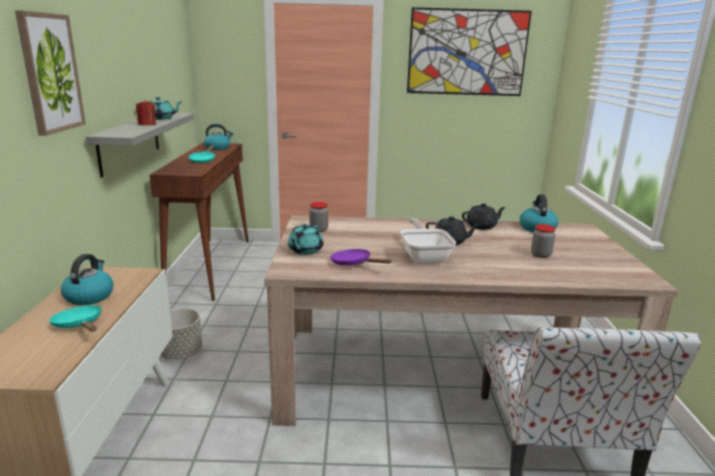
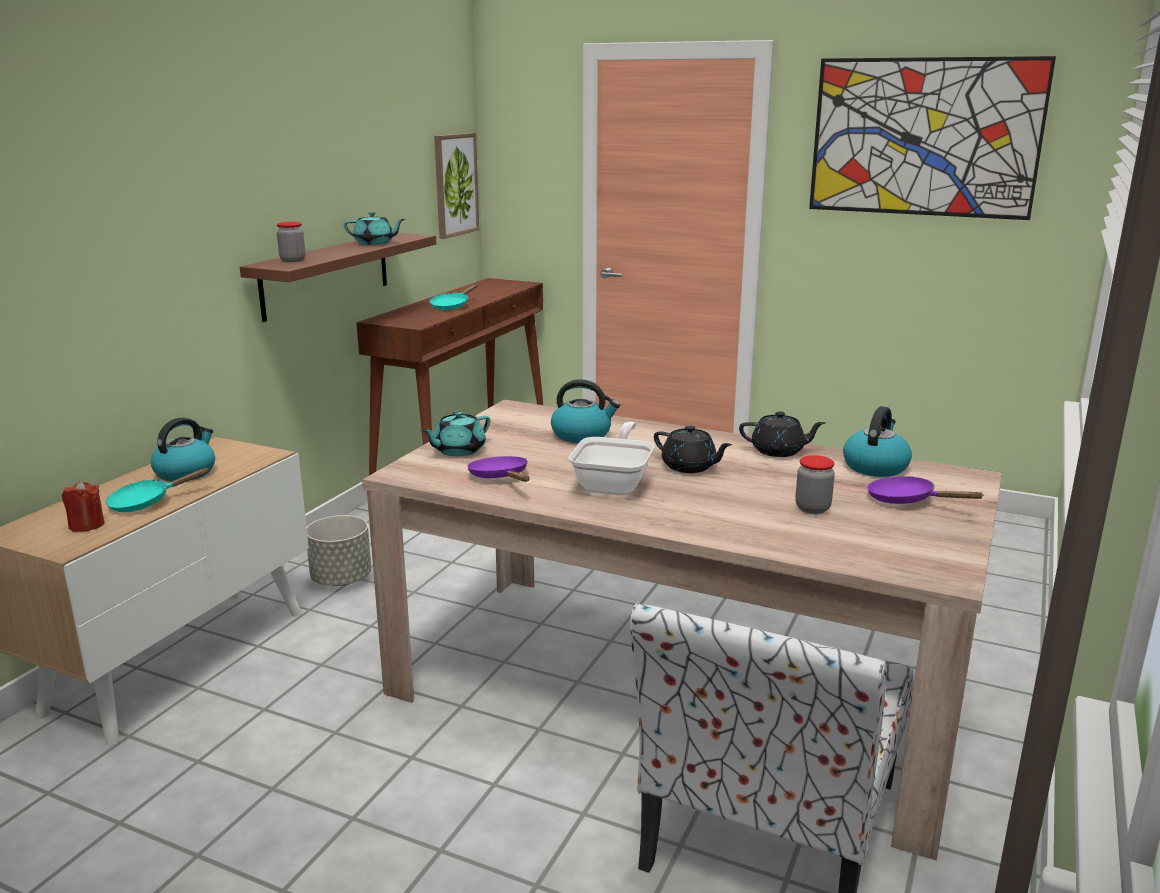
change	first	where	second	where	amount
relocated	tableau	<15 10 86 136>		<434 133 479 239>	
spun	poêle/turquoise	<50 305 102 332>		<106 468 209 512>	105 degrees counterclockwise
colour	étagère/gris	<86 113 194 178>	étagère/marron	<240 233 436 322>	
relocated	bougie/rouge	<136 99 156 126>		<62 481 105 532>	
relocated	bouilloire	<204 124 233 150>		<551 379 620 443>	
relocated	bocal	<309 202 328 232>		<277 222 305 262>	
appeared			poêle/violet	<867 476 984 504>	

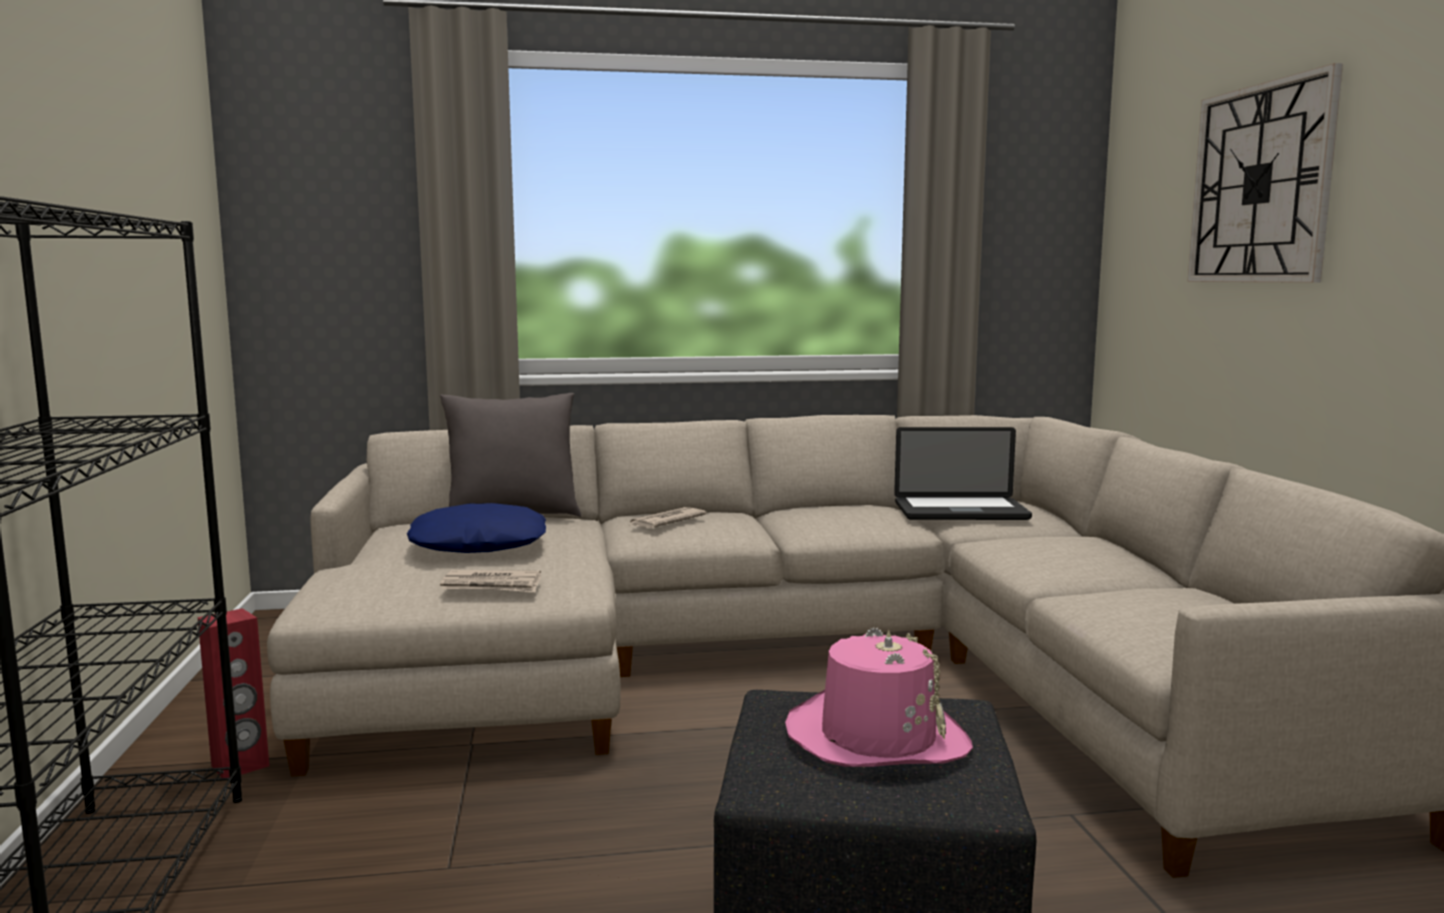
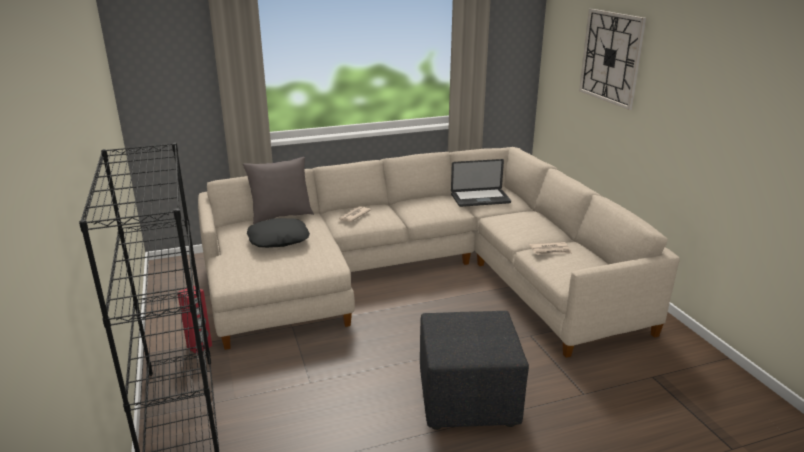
change	first	where	second	where	amount
colour	coussin/bleu	<407 503 546 553>	coussin/noir	<247 218 310 248>	
relocated	journal	<440 570 541 592>		<529 242 572 255>	
missing	chapeau/rose	<785 627 973 767>			

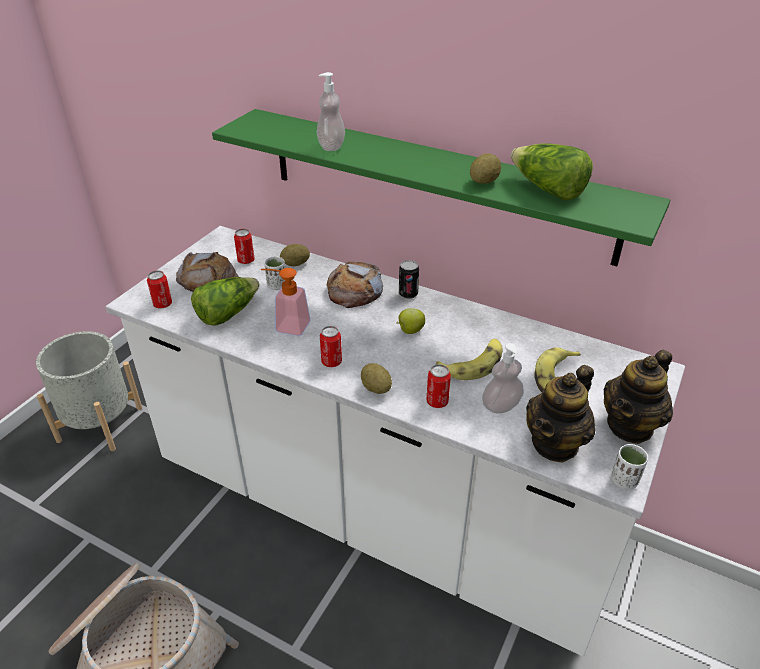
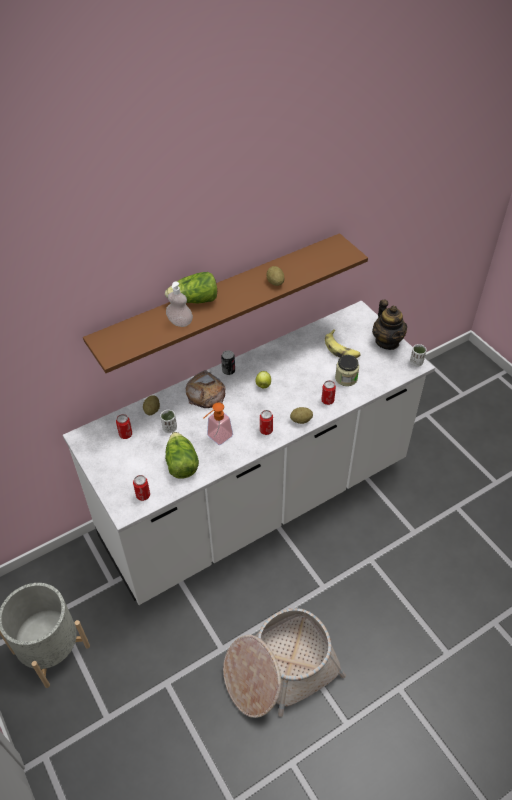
change	first	where	second	where	amount
missing	pain	<176 252 238 292>			
colour	étagère/vert	<212 109 670 266>	étagère/marron	<83 233 368 373>	
missing	banane	<436 339 503 380>			
exchanged	distributeur de savon	<482 343 524 414>	bocal	<335 355 359 386>	
relocated	laitue	<511 143 593 200>		<165 272 217 304>	
missing	théière	<526 365 595 463>			

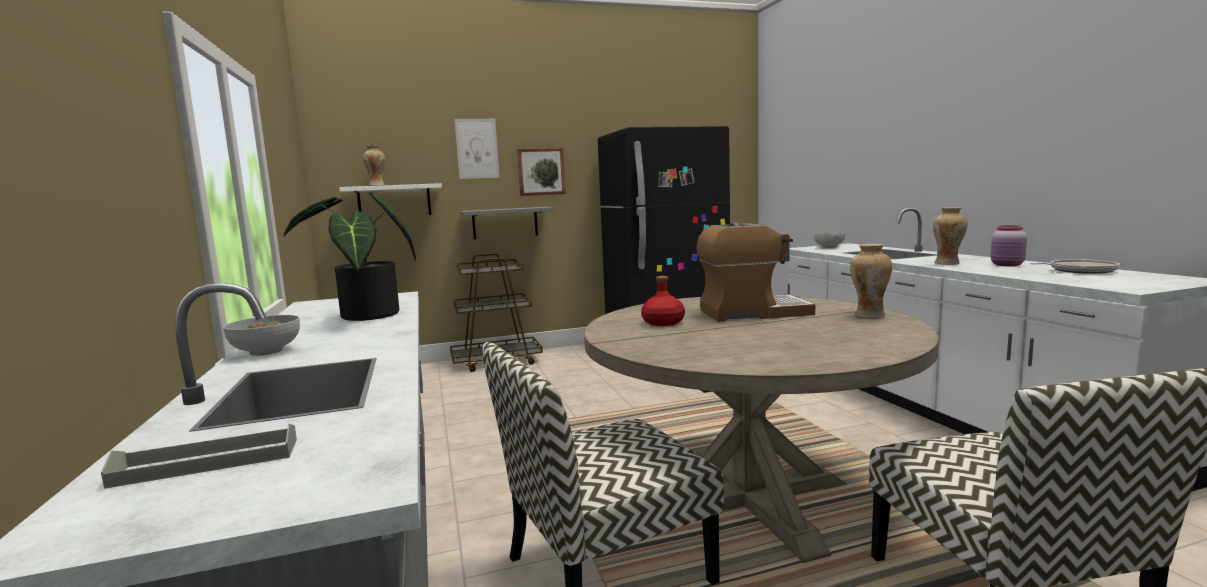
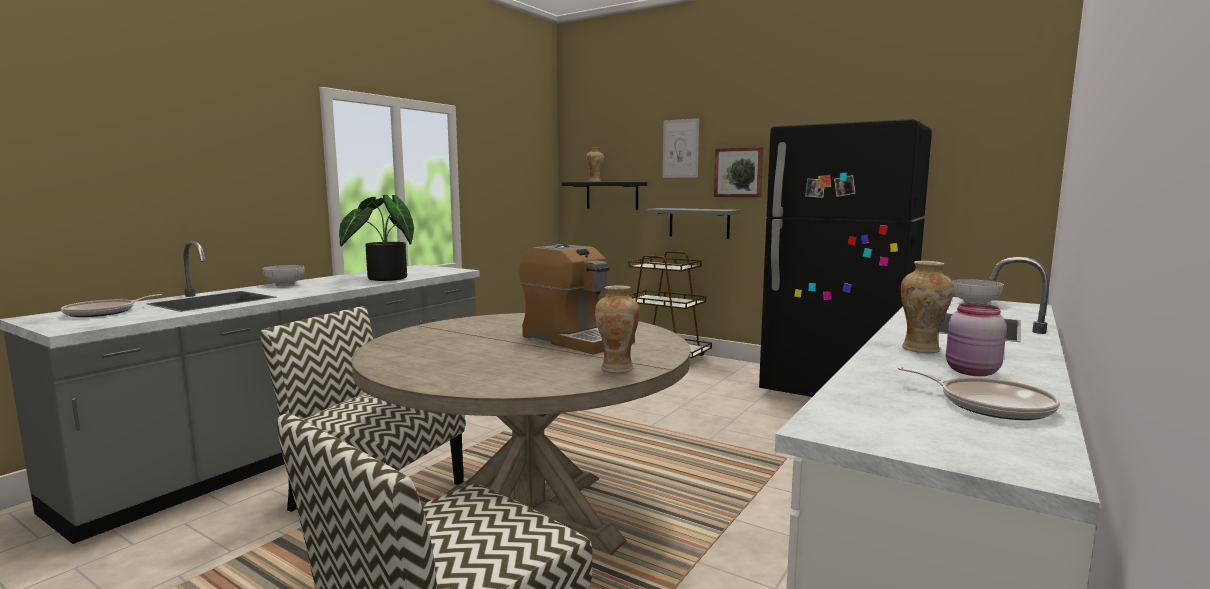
change	first	where	second	where	amount
exchanged	plateau/gris	<101 424 297 489>	poêle	<61 294 163 317>	
colour	étagère/blanc	<339 183 442 215>	étagère/noir	<562 182 647 210>	
missing	bouteille/rouge	<641 276 685 326>			

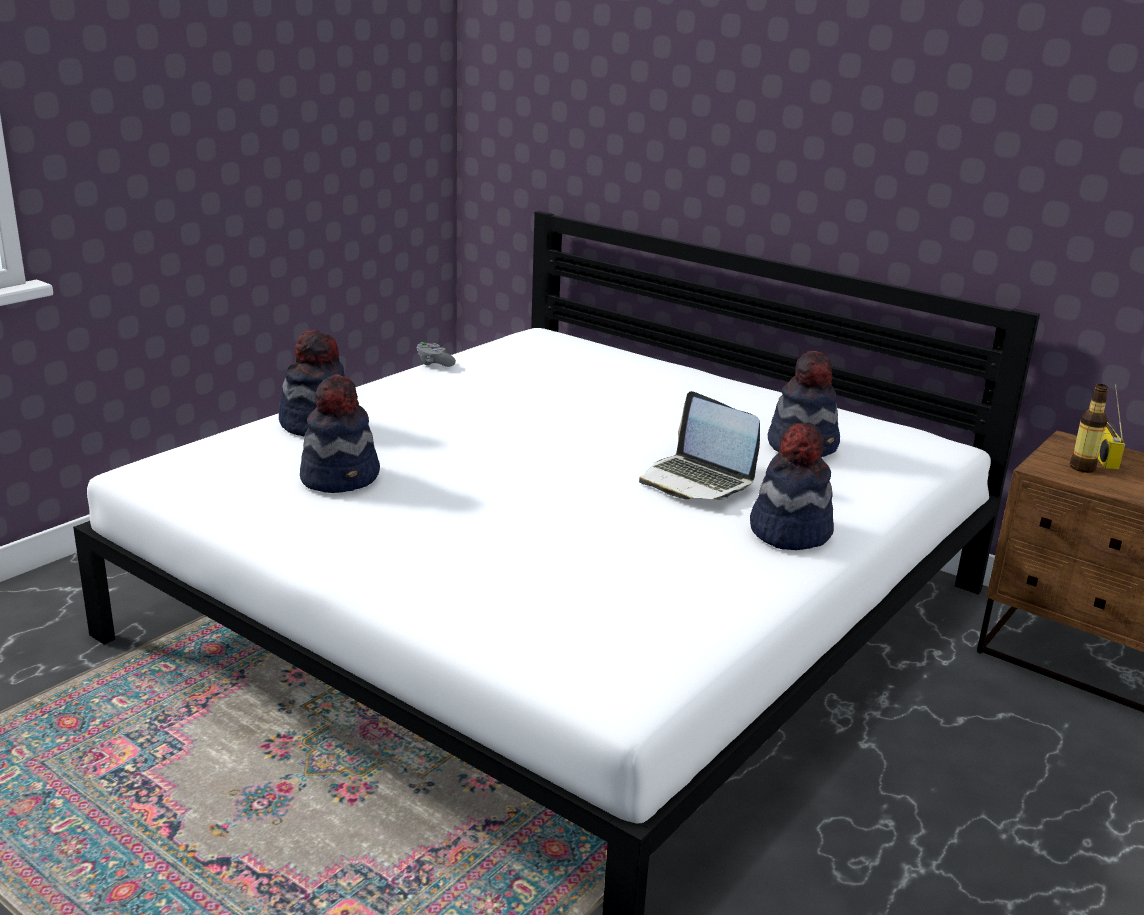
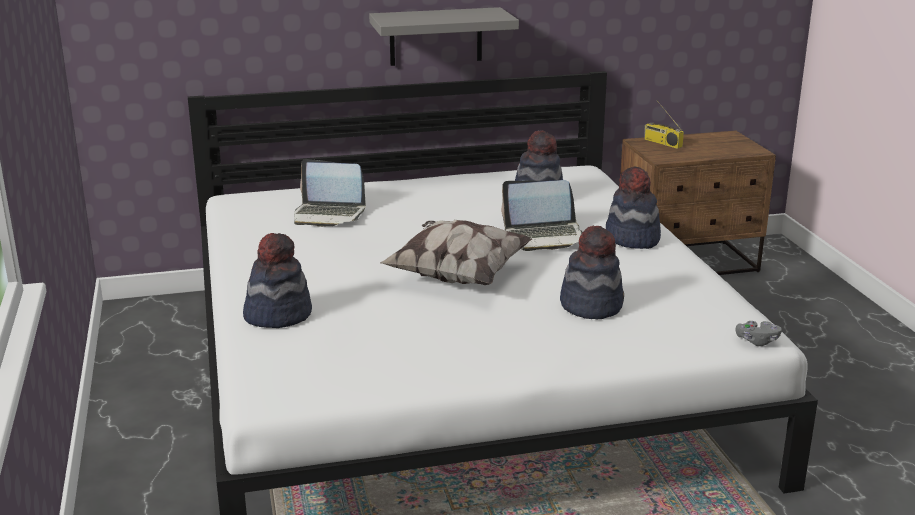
change	first	where	second	where	amount
relocated	chapeau	<300 374 380 493>		<560 225 624 319>	
relocated	manette/gris	<417 342 456 367>		<736 321 782 346>	
missing	bouteille	<1070 384 1109 473>			
appeared			ordinateur portable	<294 159 366 227>	
appeared			étagère/gris	<369 7 519 66>	
appeared			coussin	<380 220 532 285>	

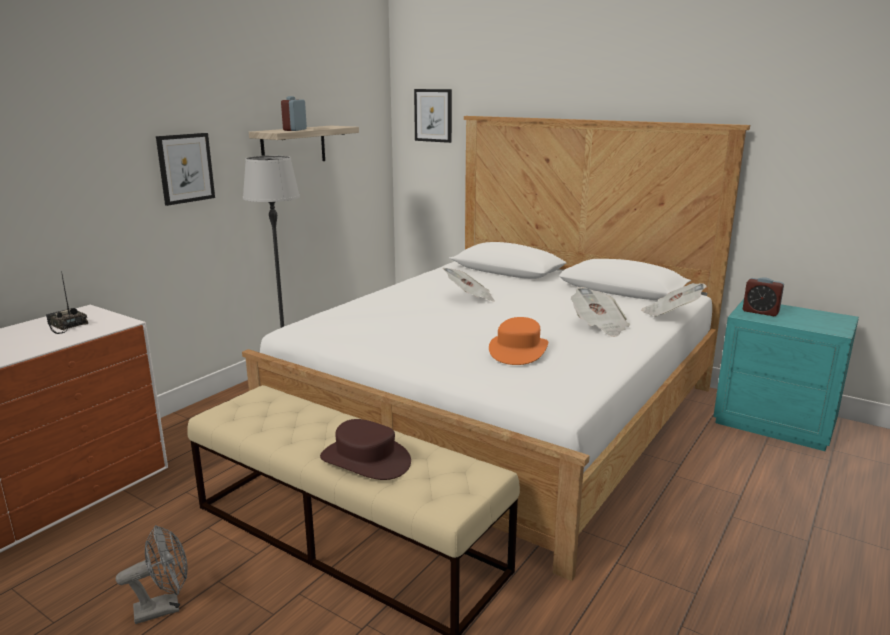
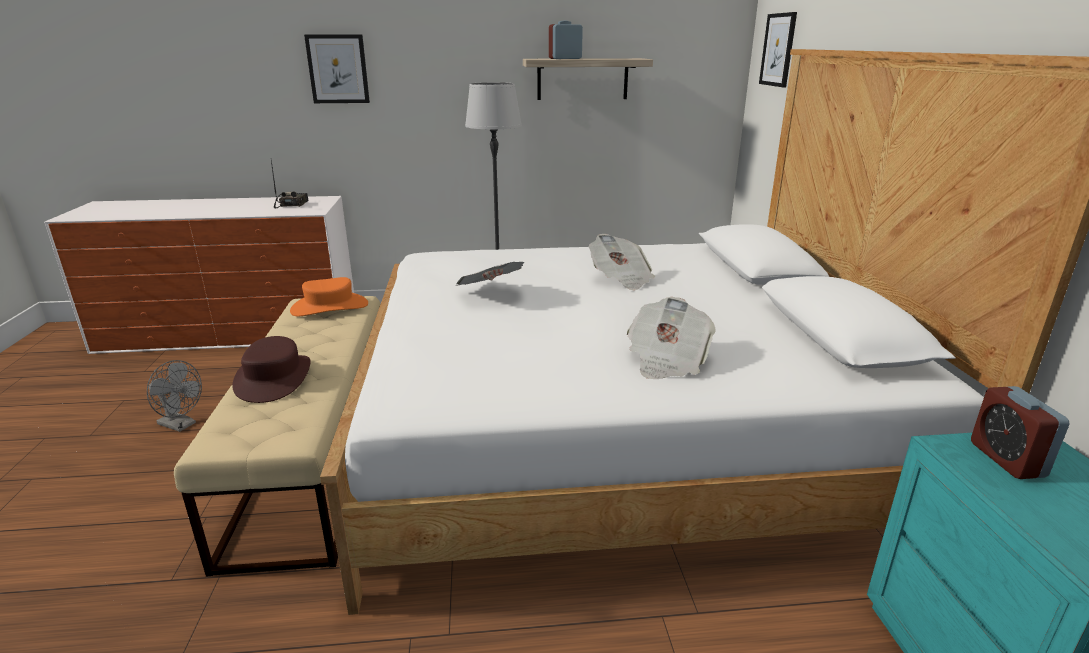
change	first	where	second	where	amount
relocated	tableau	<156 133 215 206>		<304 35 370 103>	
relocated	chapeau/orange	<489 317 548 365>		<290 277 368 316>	
relocated	journal	<641 283 707 317>		<457 262 524 285>	

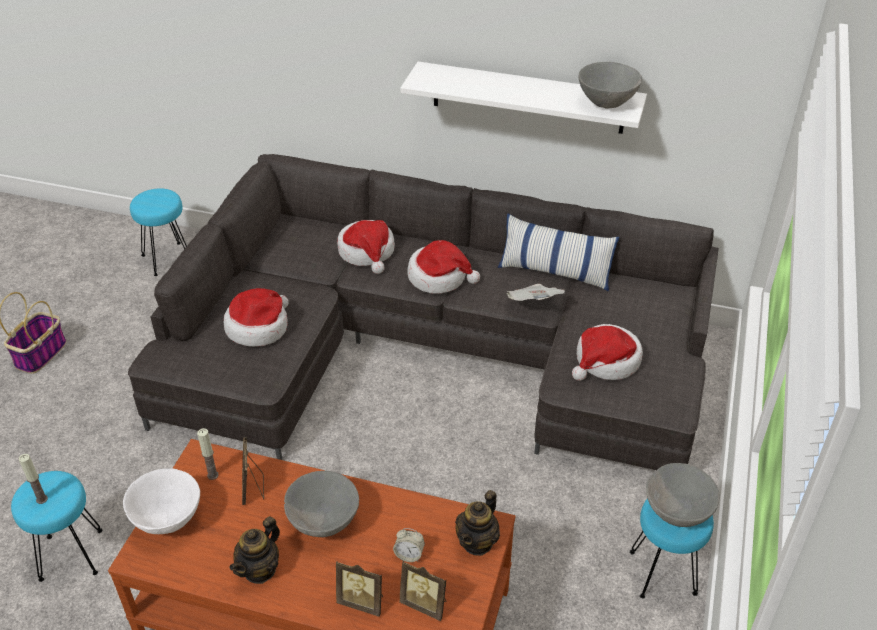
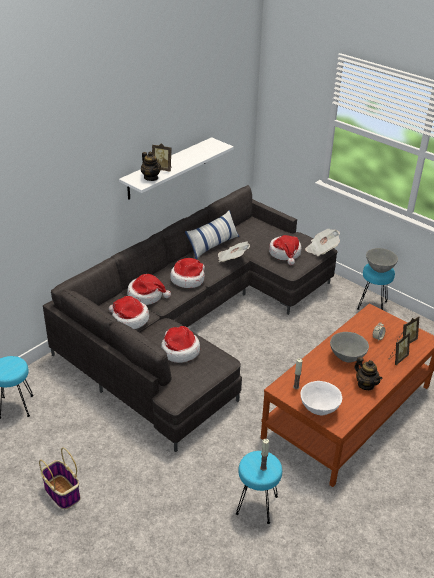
change	first	where	second	where	amount
relocated	cadre photo	<242 437 264 505>		<152 143 172 171>	
relocated	théière	<455 490 500 556>		<141 152 161 181>	
missing	bol/gris	<579 62 642 109>			
appeared			chapeau	<109 296 149 329>	
appeared			journal	<305 229 340 256>	

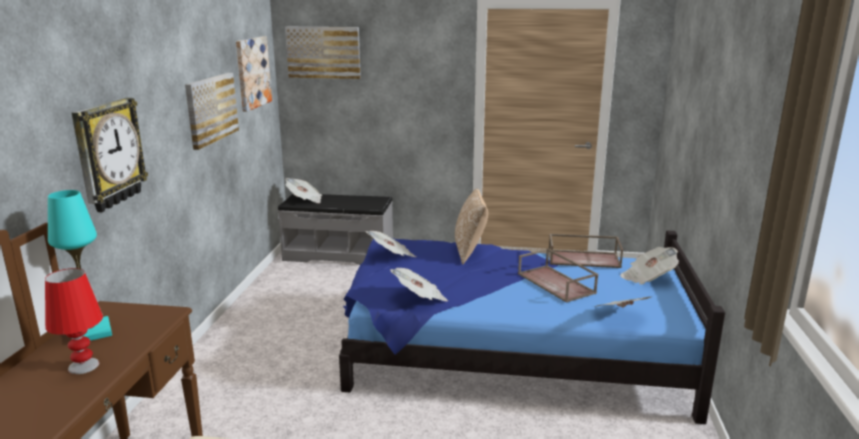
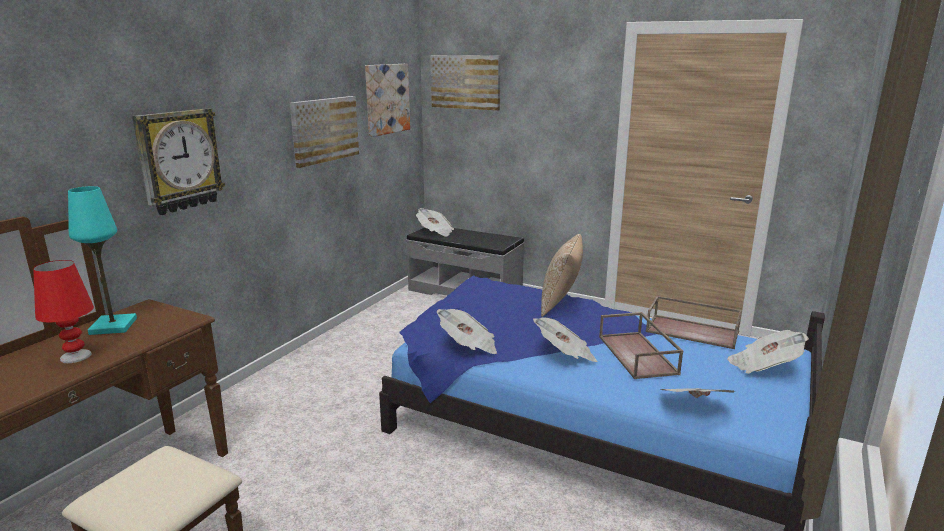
change	first	where	second	where	amount
relocated	journal	<365 231 416 257>		<533 317 597 362>	

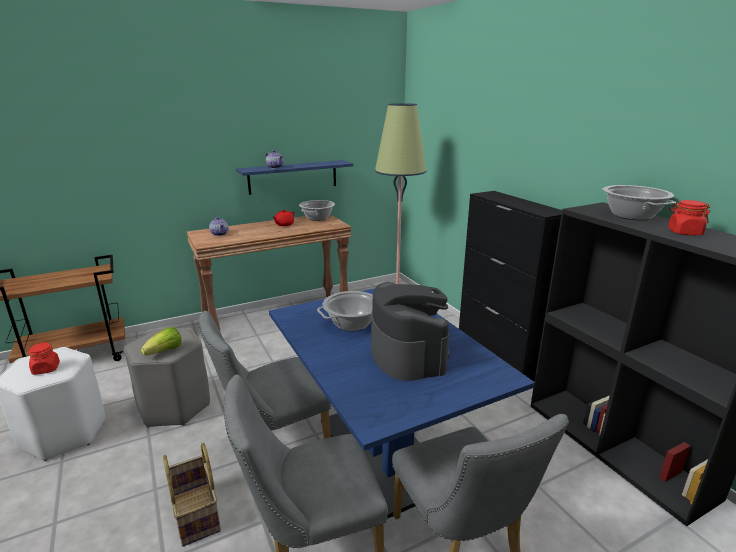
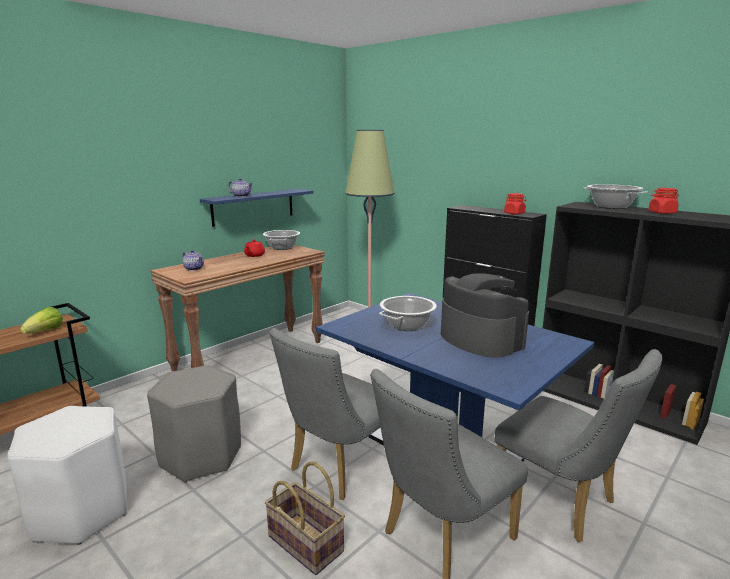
change	first	where	second	where	amount
relocated	bocal/rouge	<29 342 60 375>		<504 193 527 215>	
relocated	laitue	<141 327 182 355>		<20 307 63 334>	

